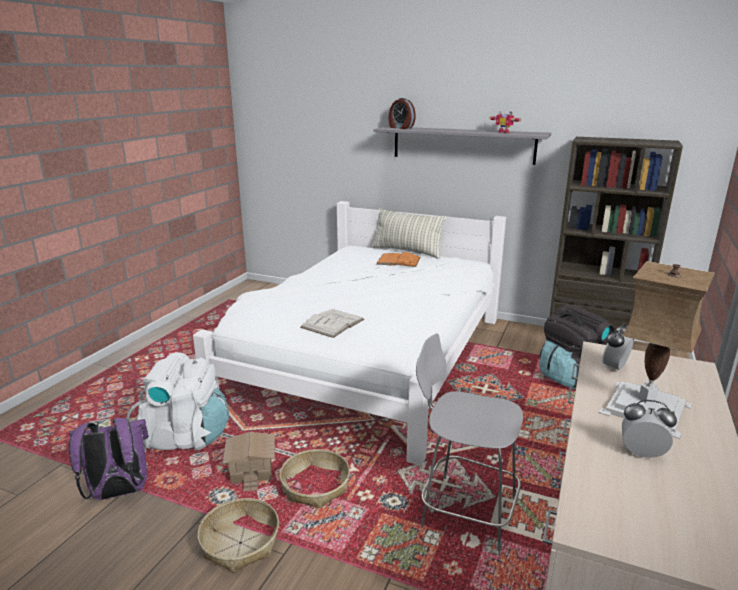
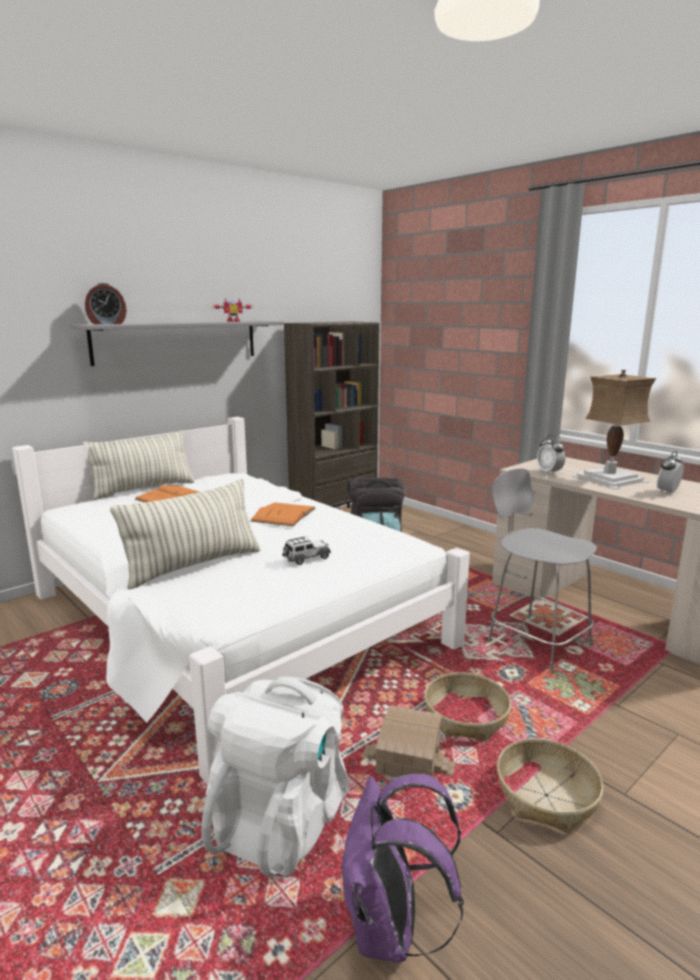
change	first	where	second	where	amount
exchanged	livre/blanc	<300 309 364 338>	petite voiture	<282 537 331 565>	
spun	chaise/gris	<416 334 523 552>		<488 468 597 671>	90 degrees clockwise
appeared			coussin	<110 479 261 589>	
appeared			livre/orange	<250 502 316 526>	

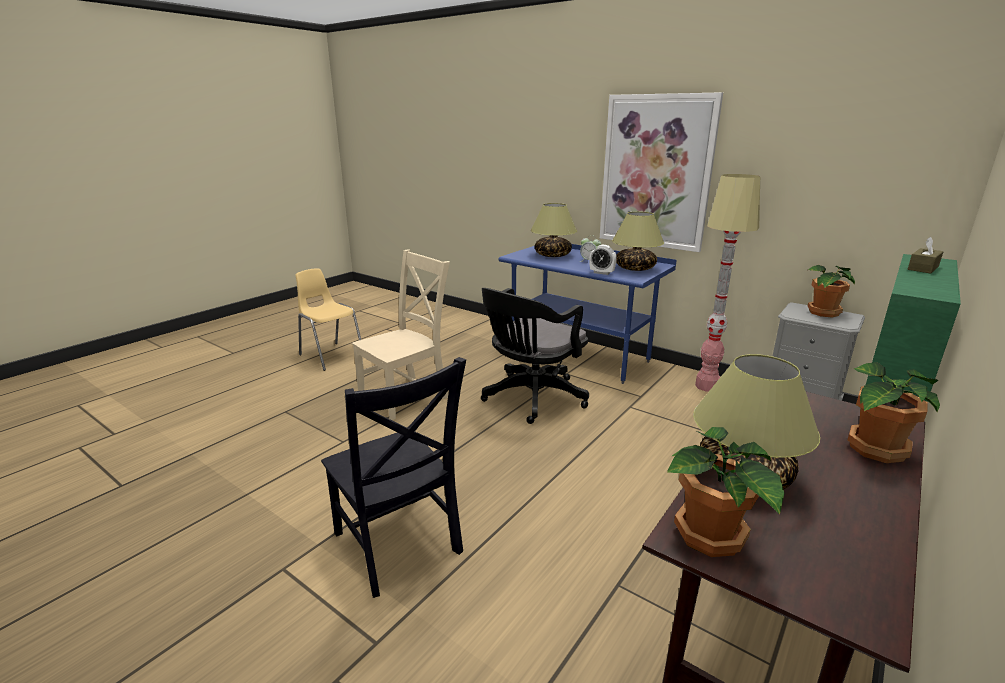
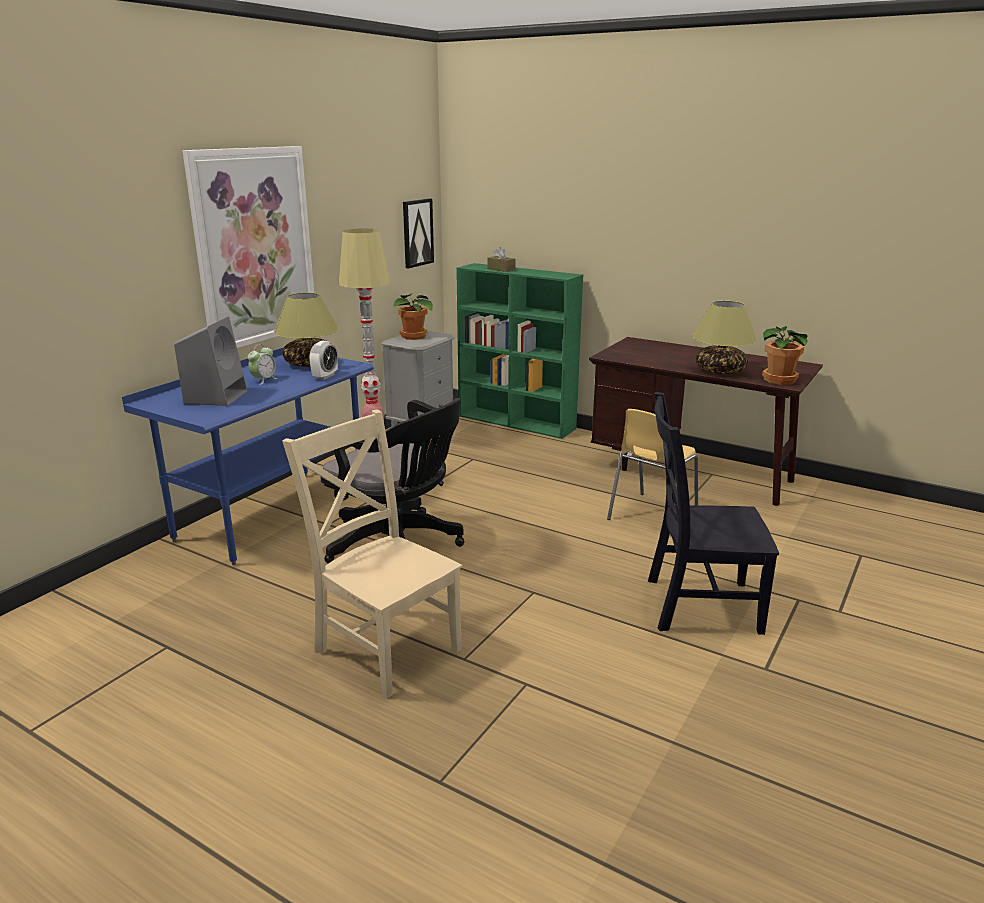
change	first	where	second	where	amount
relocated	chaise/jaune	<296 268 361 371>		<607 409 698 537>	
spun	chaise/noir	<321 357 466 598>		<648 392 779 635>	135 degrees counterclockwise
exchanged	lampe de table	<531 203 577 257>	enceinte/gris	<174 316 247 406>	
missing	plante en pot	<847 362 940 463>			
appeared			tableau	<403 199 434 268>	

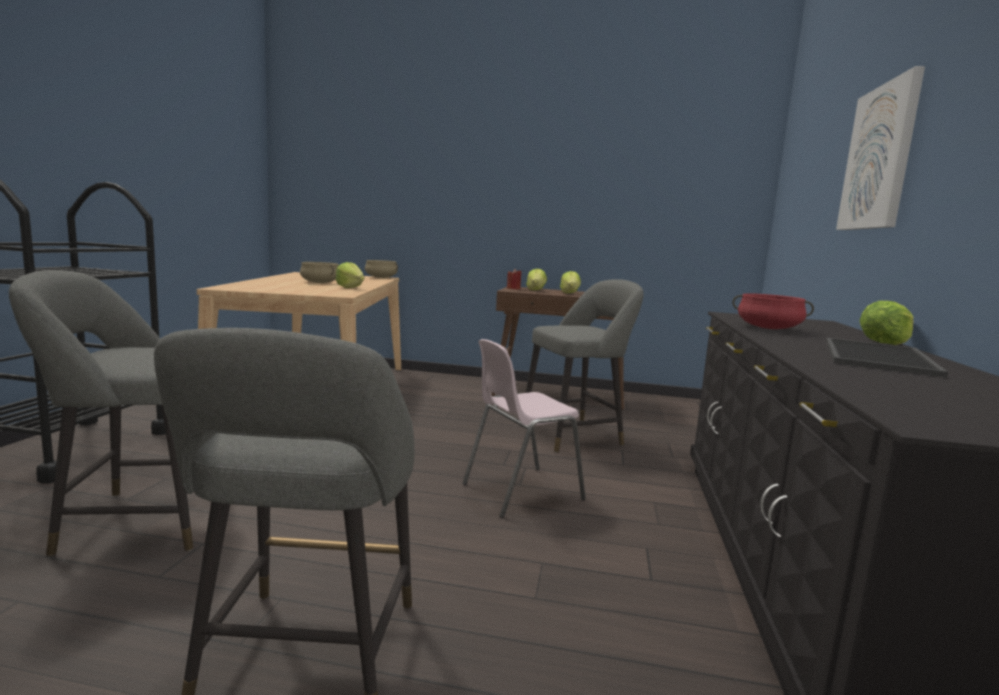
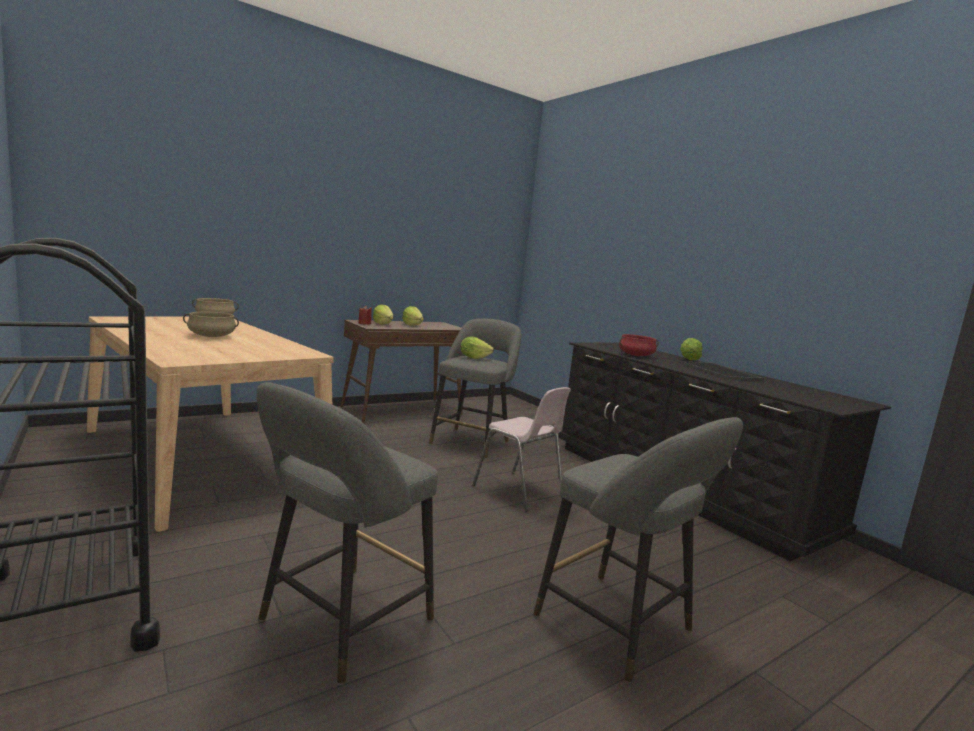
change	first	where	second	where	amount
relocated	laitue	<336 262 364 288>		<460 336 494 359>	
spun	chaise/rose	<462 339 586 518>		<472 387 571 512>	60 degrees counterclockwise
missing	tableau	<836 66 925 230>			

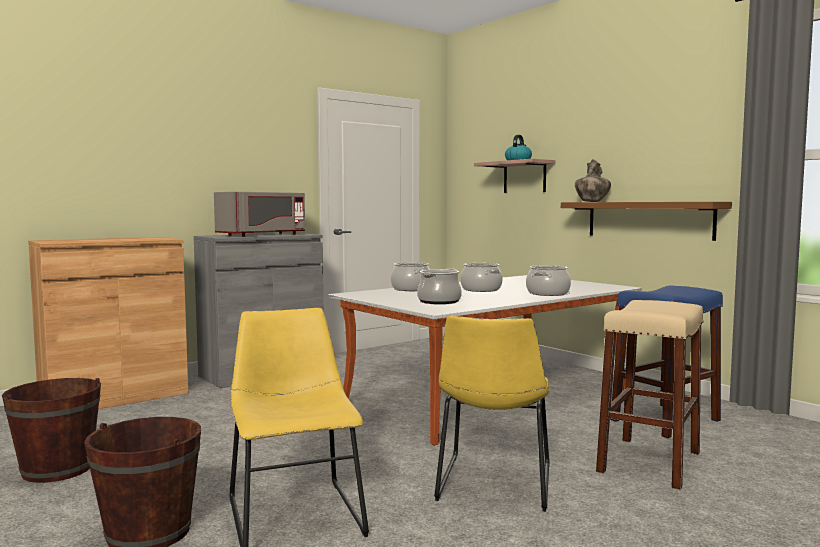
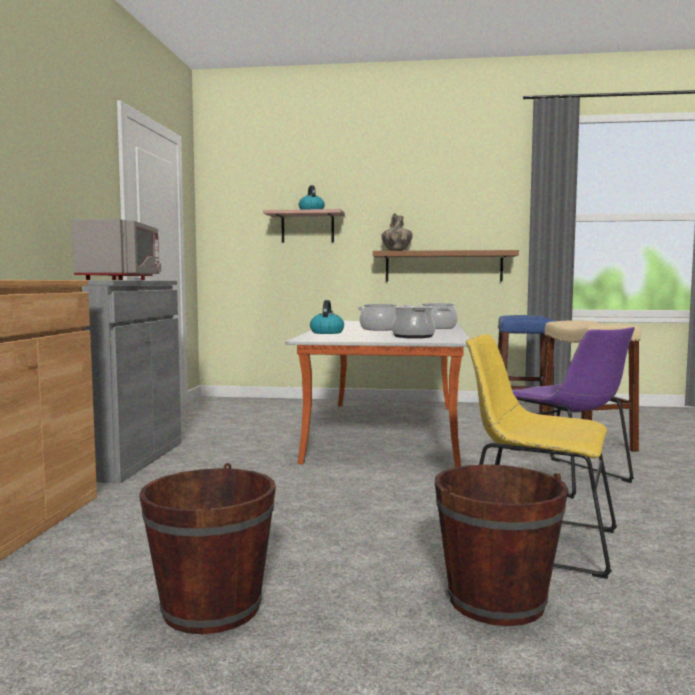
change	first	where	second	where	amount
exchanged	marmite	<391 262 430 291>	bouilloire	<310 300 344 334>	
colour	chaise/jaune	<434 315 549 512>	chaise/violet	<495 327 635 499>	

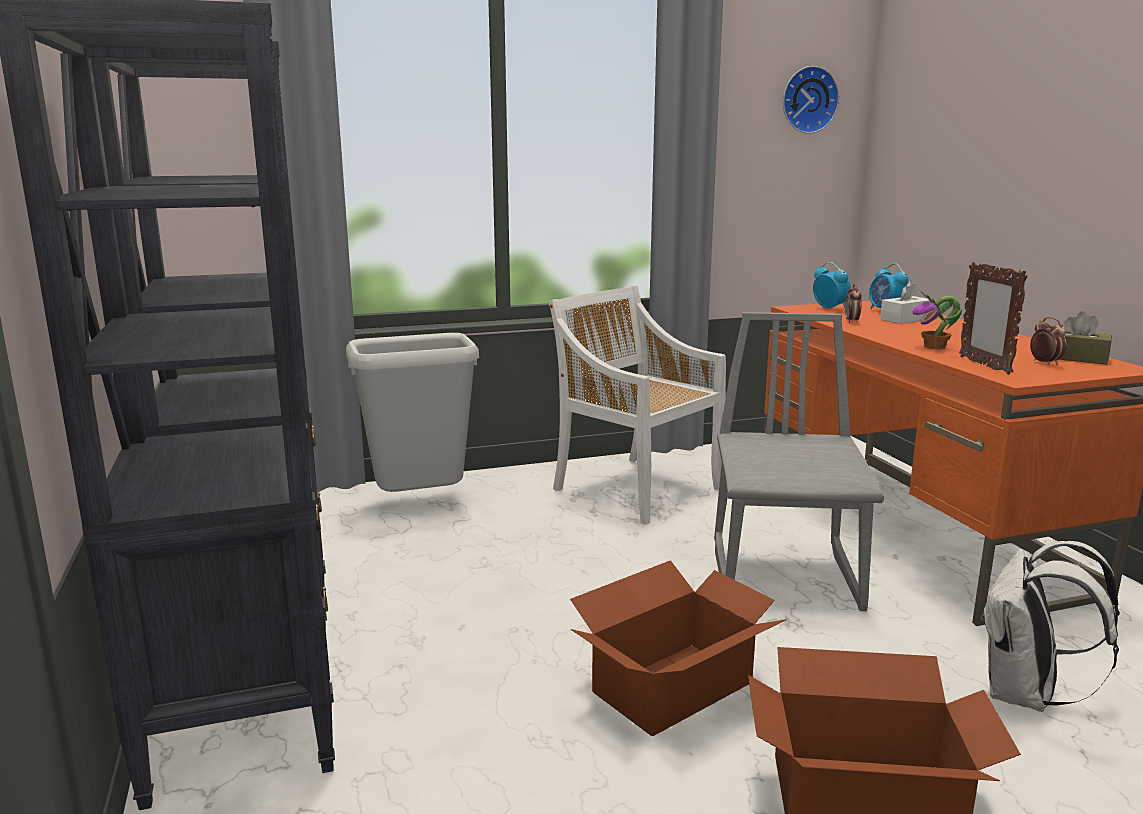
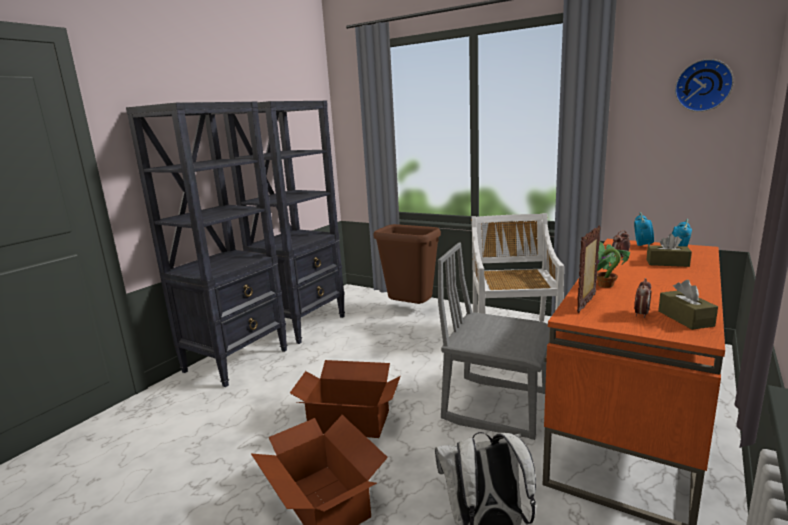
change	first	where	second	where	amount
colour	poubelle/gris	<346 333 479 492>	poubelle/marron	<373 224 441 304>	
spun	chaise/gris	<714 312 884 611>		<438 243 550 440>	120 degrees counterclockwise
colour	boîte à mouchoirs/blanc	<880 281 930 324>	boîte à mouchoirs/marron	<646 234 692 267>	

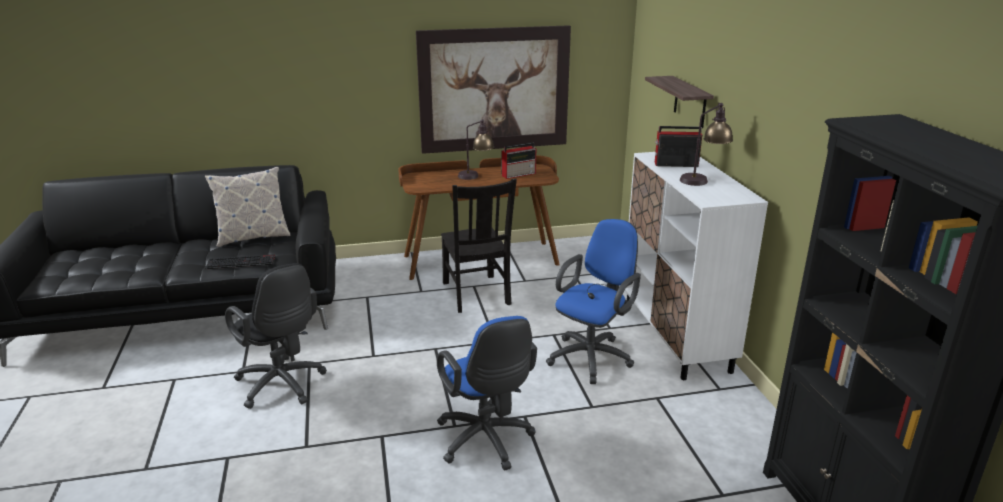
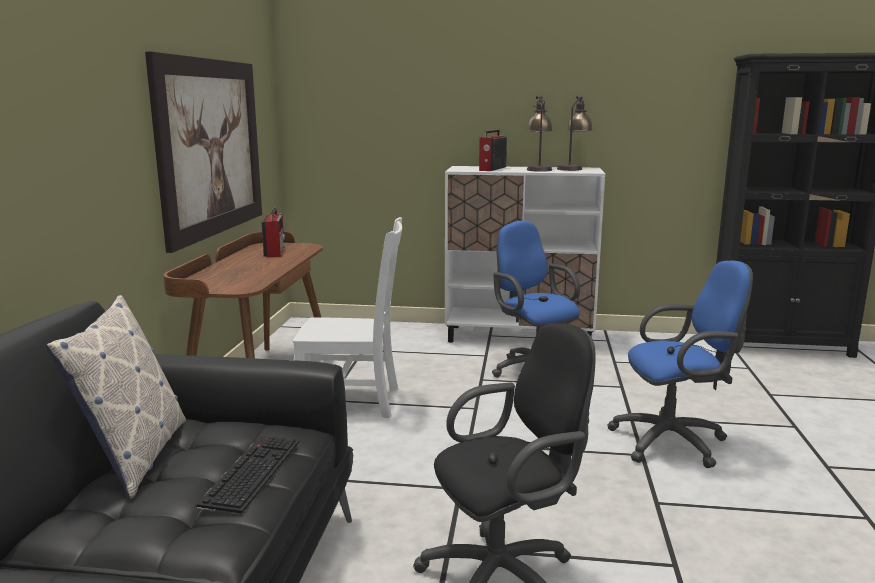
change	first	where	second	where	amount
colour	chaise/noir	<441 178 517 313>	chaise/blanc	<293 217 402 418>	
relocated	lampe de table	<458 120 494 180>		<557 96 592 171>	
missing	étagère	<645 76 714 128>			

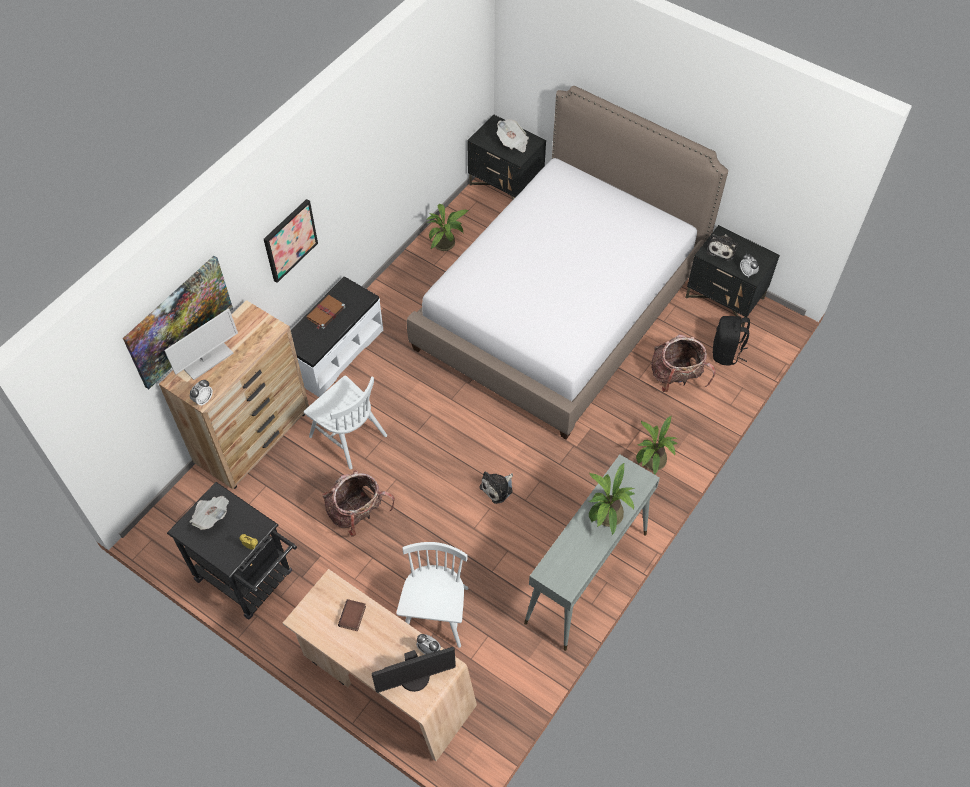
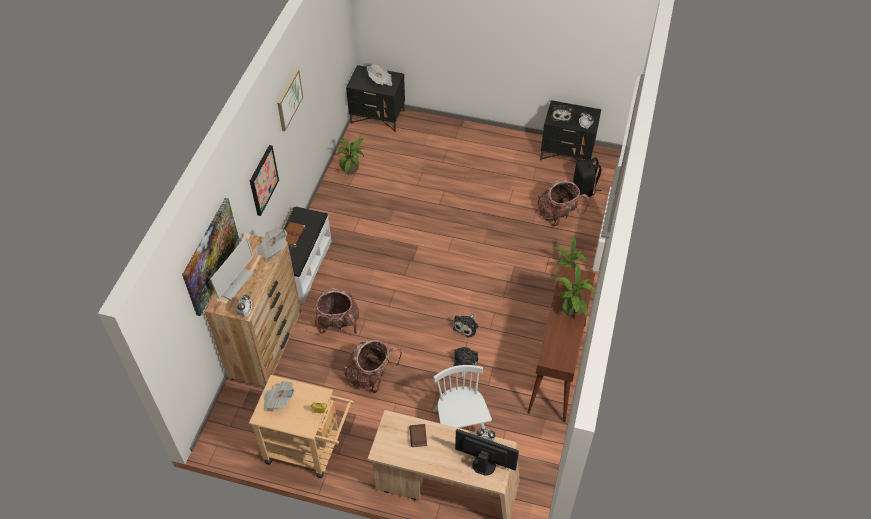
change	first	where	second	where	amount
colour	chariot/noir	<167 482 297 620>	chariot/beige	<249 375 354 478>	
exchanged	chaise/blanc	<304 376 387 469>	sac à dos	<315 287 359 334>	
spun	écran d'ordinateur	<372 647 456 693>		<455 429 519 476>	120 degrees counterclockwise
missing	lit	<407 86 728 439>			
colour	table console/gris	<524 454 660 651>	table console/marron	<527 266 595 422>	
appeared			journal	<255 227 287 260>	
appeared			tableau	<277 69 303 131>	
appeared			peluche	<453 347 478 379>	

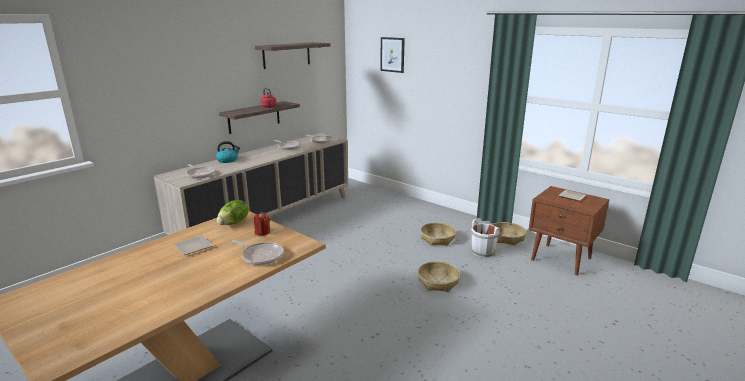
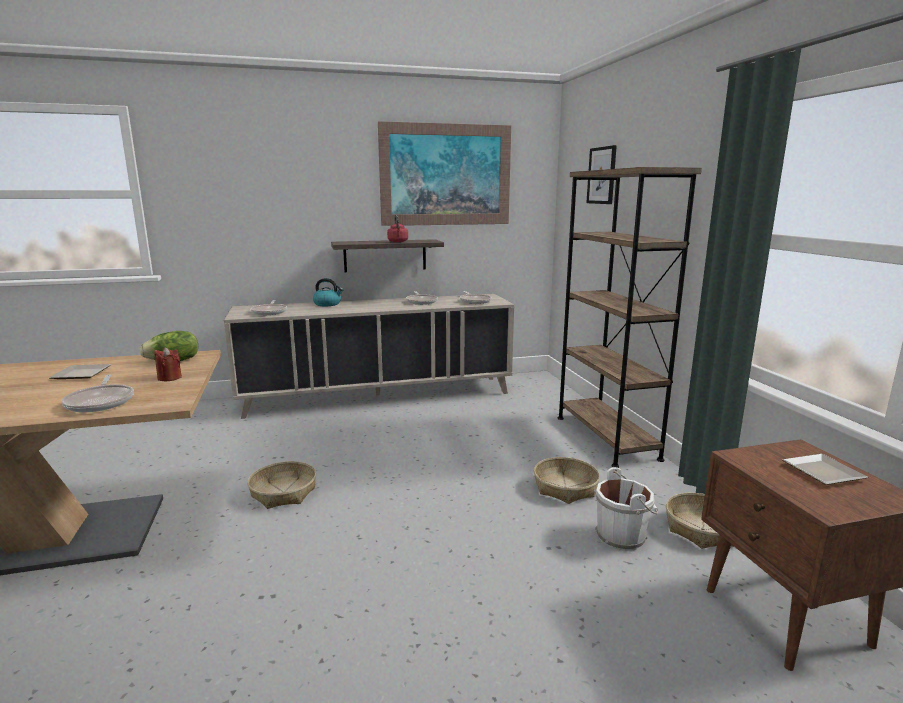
change	first	where	second	where	amount
exchanged	étagère	<255 42 330 69>	tableau	<378 121 511 226>	
relocated	panier	<418 261 460 292>		<248 461 316 509>	
appeared			bibliothèque/marron	<558 167 702 468>	

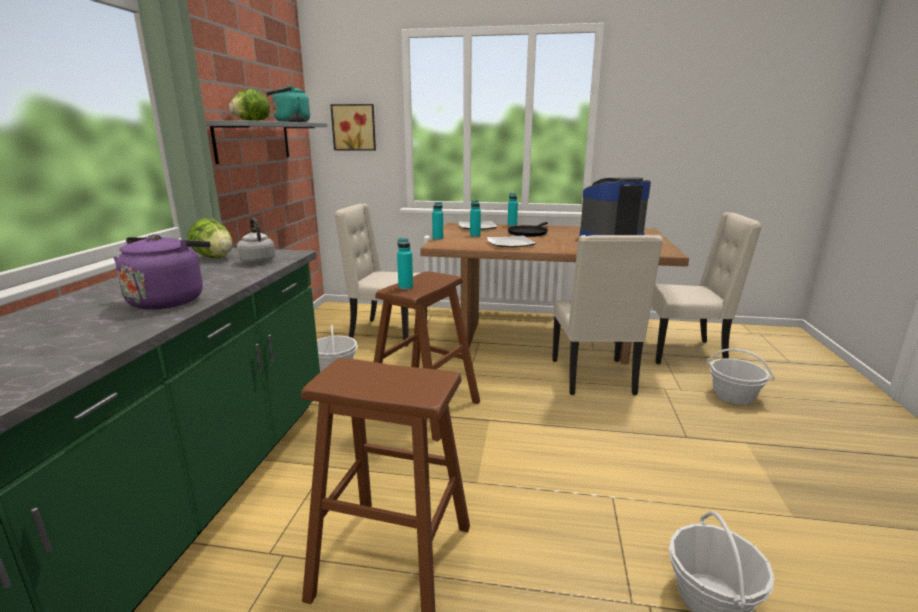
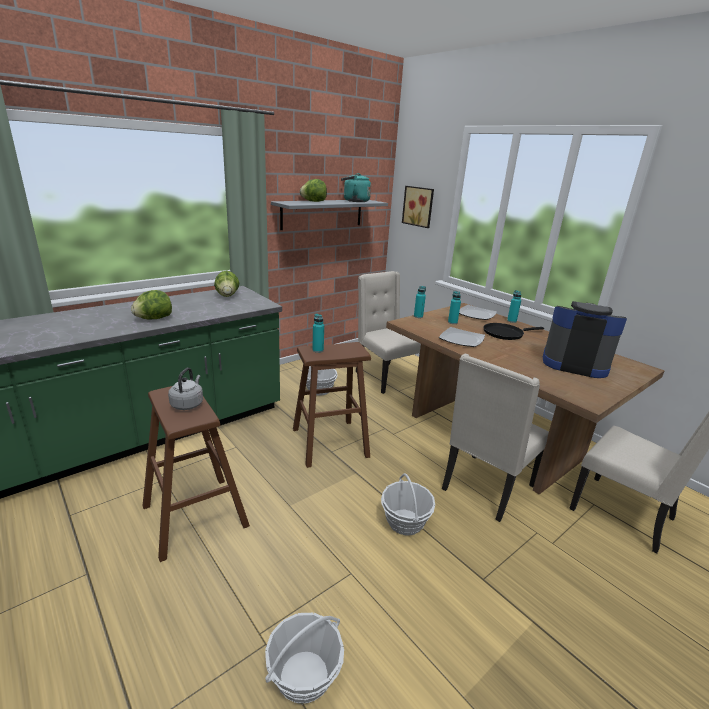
change	first	where	second	where	amount
exchanged	bouilloire/violet	<113 234 210 310>	laitue	<131 290 172 320>	
relocated	bouilloire/gris	<237 218 275 264>		<168 368 203 410>	
relocated	panier	<707 348 775 405>		<381 473 435 536>	

